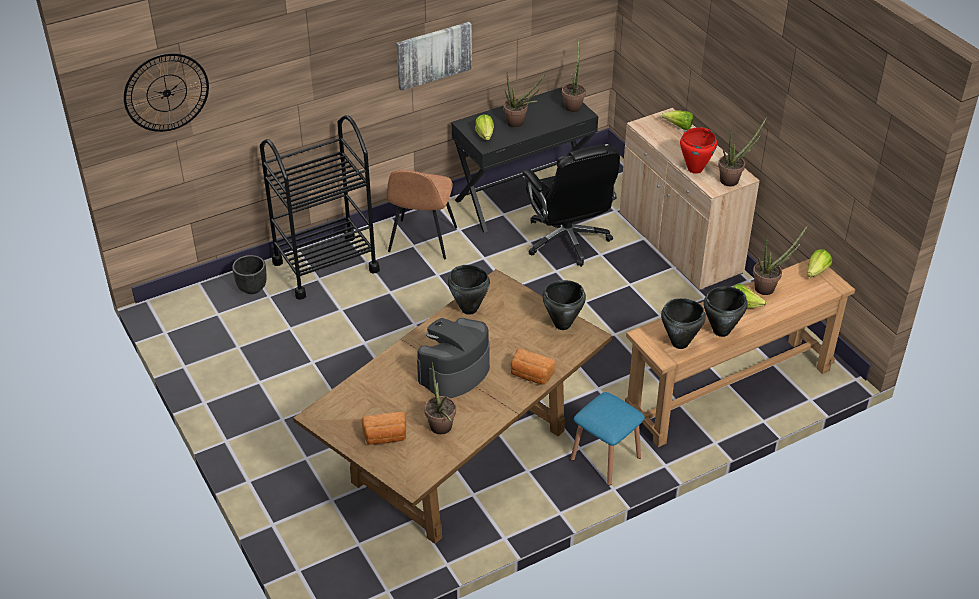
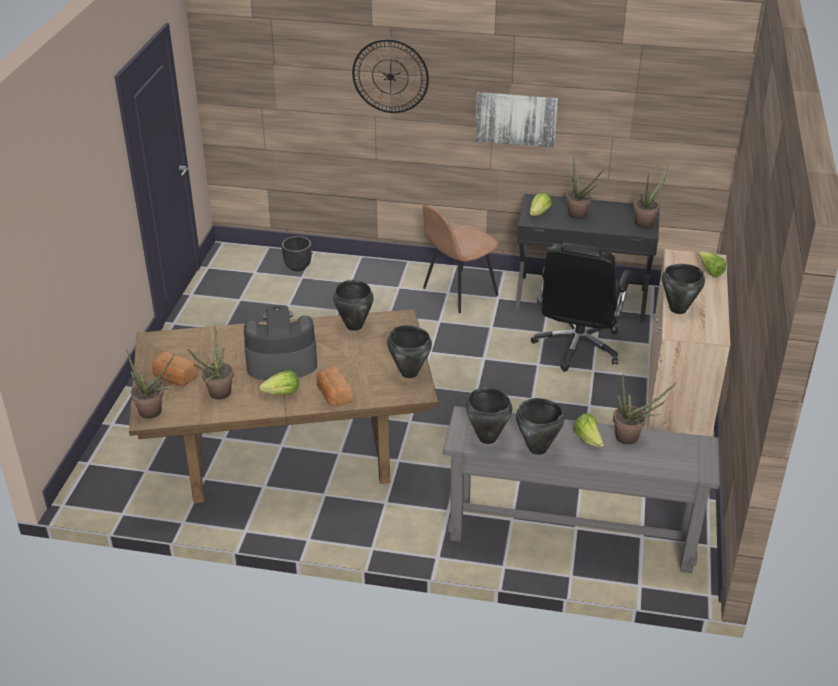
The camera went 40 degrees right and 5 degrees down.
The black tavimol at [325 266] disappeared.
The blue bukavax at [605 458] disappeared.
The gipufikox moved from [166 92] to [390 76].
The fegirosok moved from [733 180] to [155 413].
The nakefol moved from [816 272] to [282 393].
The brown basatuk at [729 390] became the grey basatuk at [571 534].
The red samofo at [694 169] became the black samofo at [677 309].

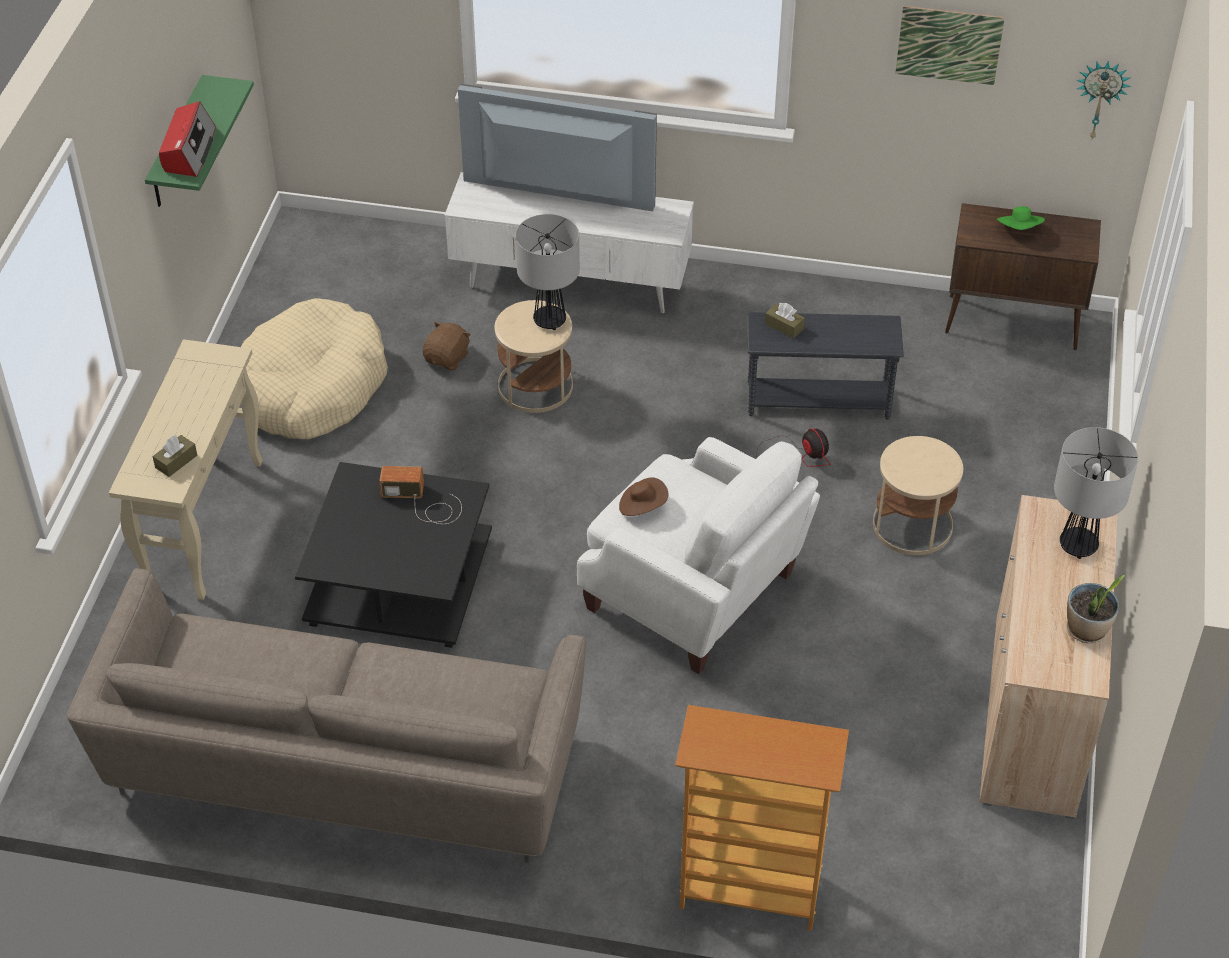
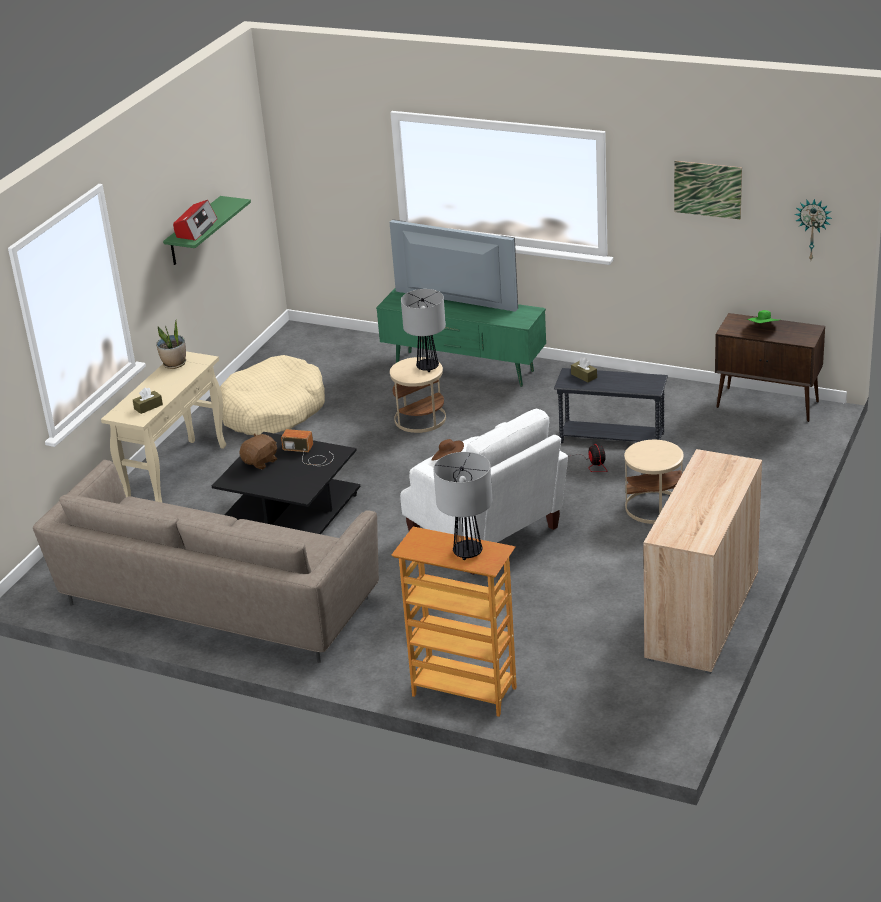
The camera went 15 degrees right and 15 degrees down.
The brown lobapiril moved from [447 358] to [261 462].
The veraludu moved from [1078 545] to [468 552].
The fegirosok moved from [1087 630] to [174 364].
The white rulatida at [570 286] became the green rulatida at [464 369].

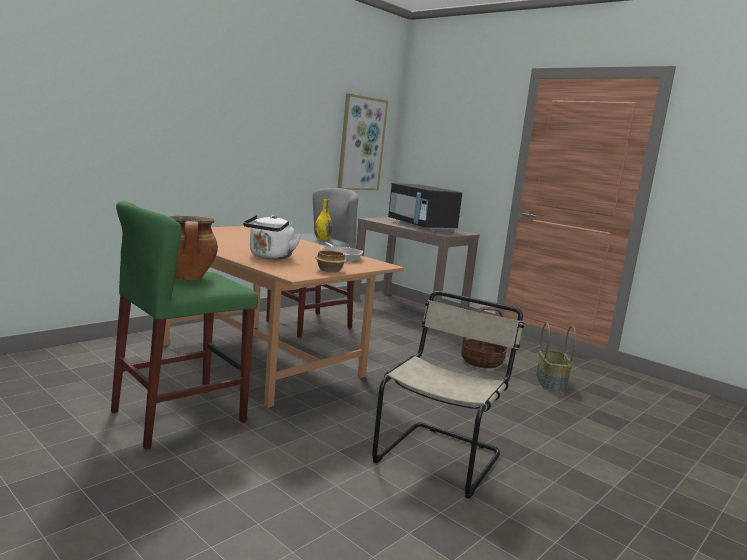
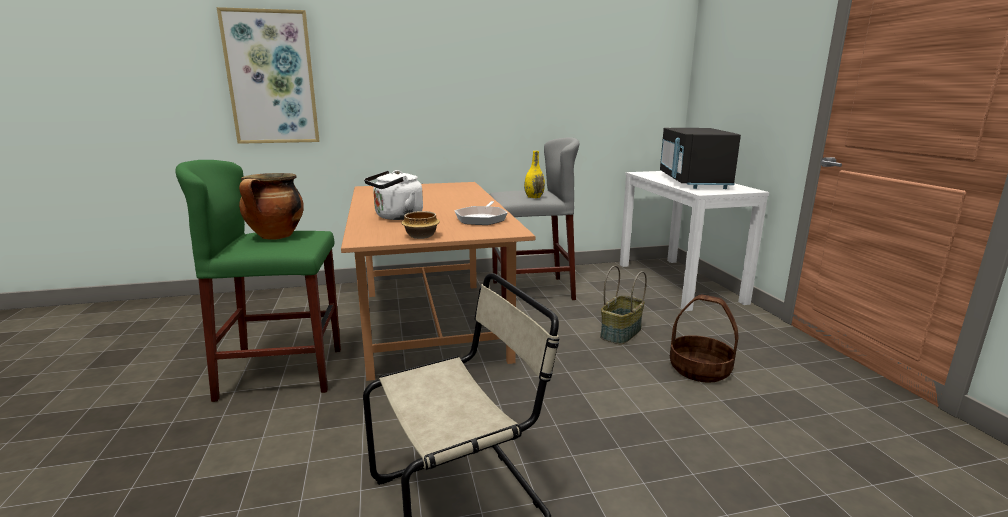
The camera went 35 degrees right and 5 degrees up.
The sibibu moved from [361 144] to [271 78].
The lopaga moved from [551 382] to [621 333].
The brown basatuk at [408 308] became the white basatuk at [678 282].

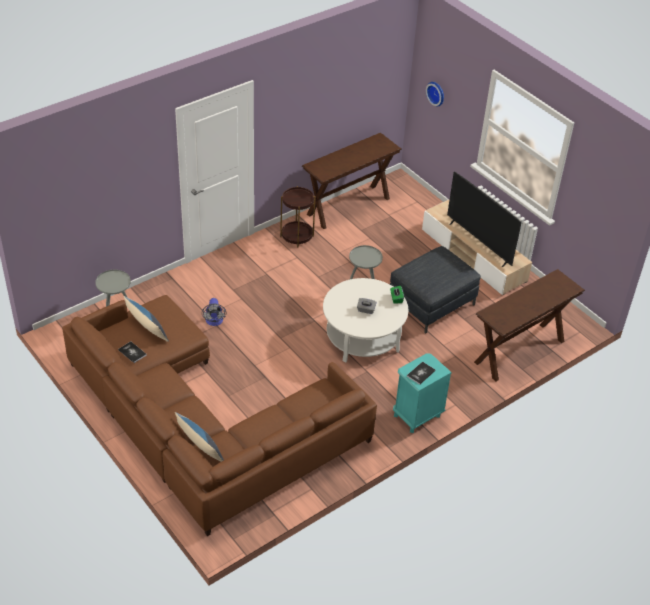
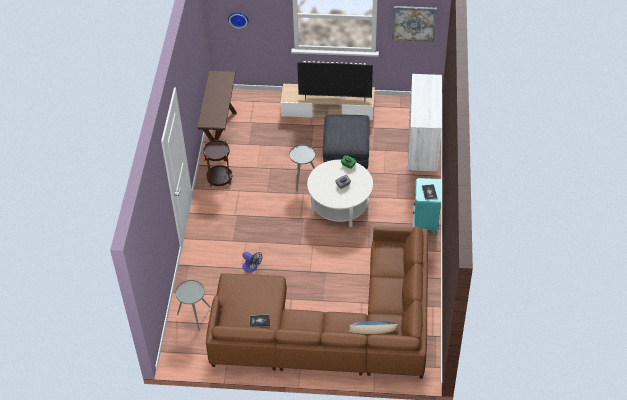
The camera went 45 degrees left and 5 degrees up.
The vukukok at [146 328] disappeared.
The sibibu at [414 23] appeared.
The brown basatuk at [519 351] was replaced by the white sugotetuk at [422 144].

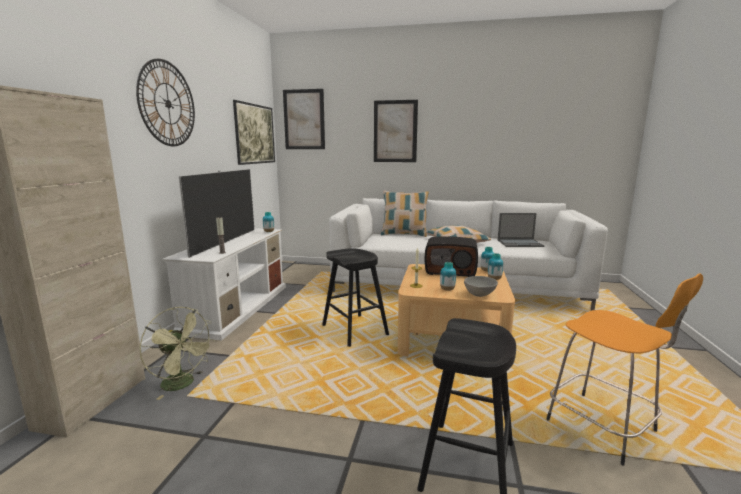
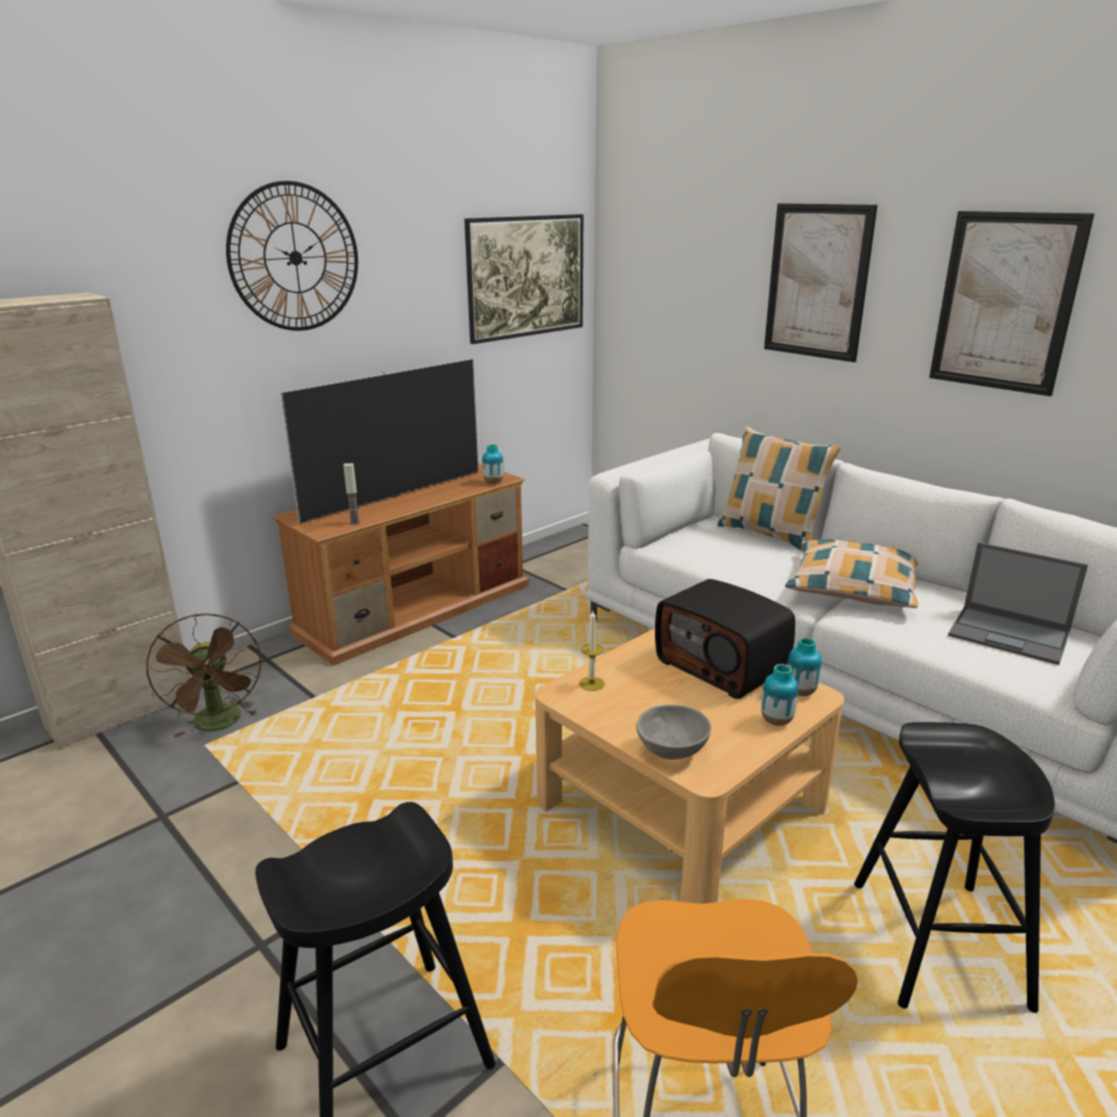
The camera went 35 degrees right and 10 degrees up.
The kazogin at [447 290] disappeared.
The sibibu moved from [304 119] to [1005 302].
The black bukavax moved from [354 330] to [937 943].
The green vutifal at [183 384] became the brown vutifal at [220 724].
The white rulatida at [237 307] became the brown rulatida at [416 607].

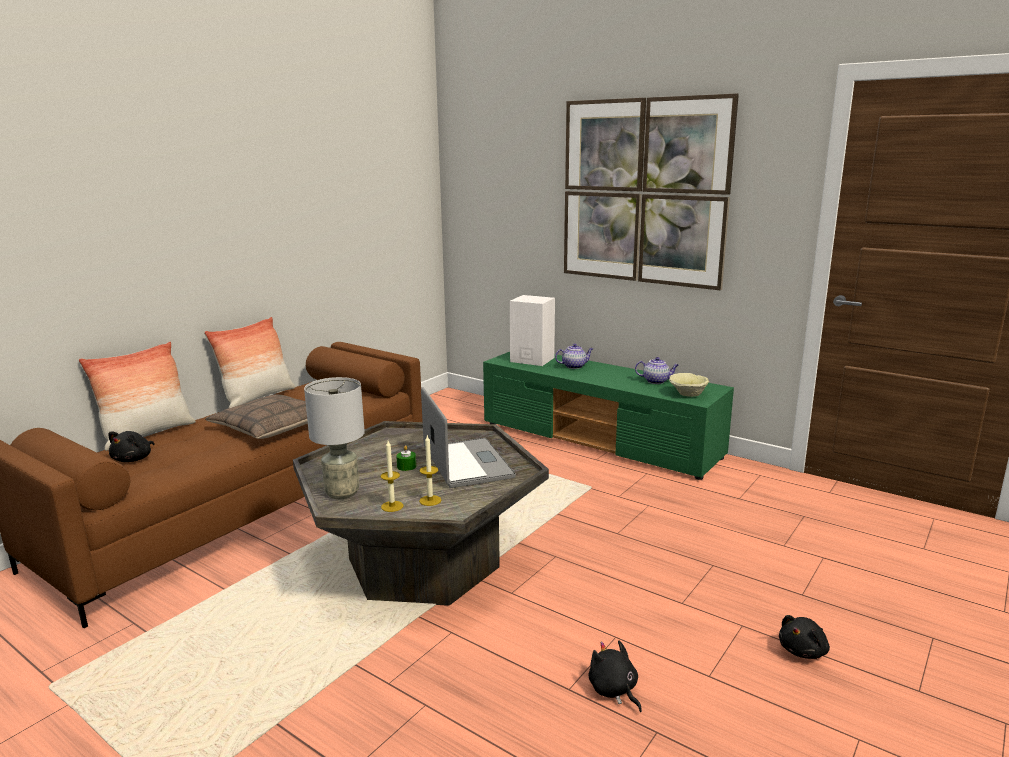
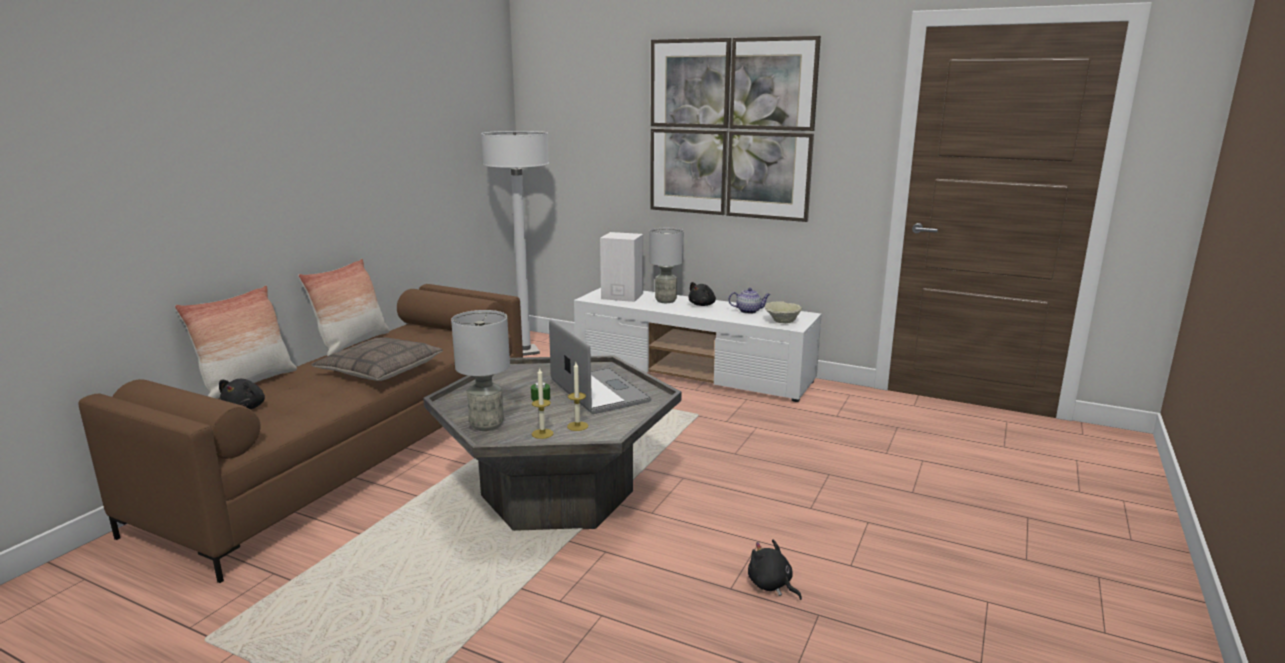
The camera went 10 degrees left and 0 degrees up.
The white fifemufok at [525 351] appeared.
The black lobapiril moved from [803 651] to [703 305].
The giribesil at [574 366] was replaced by the grey veraludu at [666 301].
The green rulatida at [600 440] became the white rulatida at [694 372].

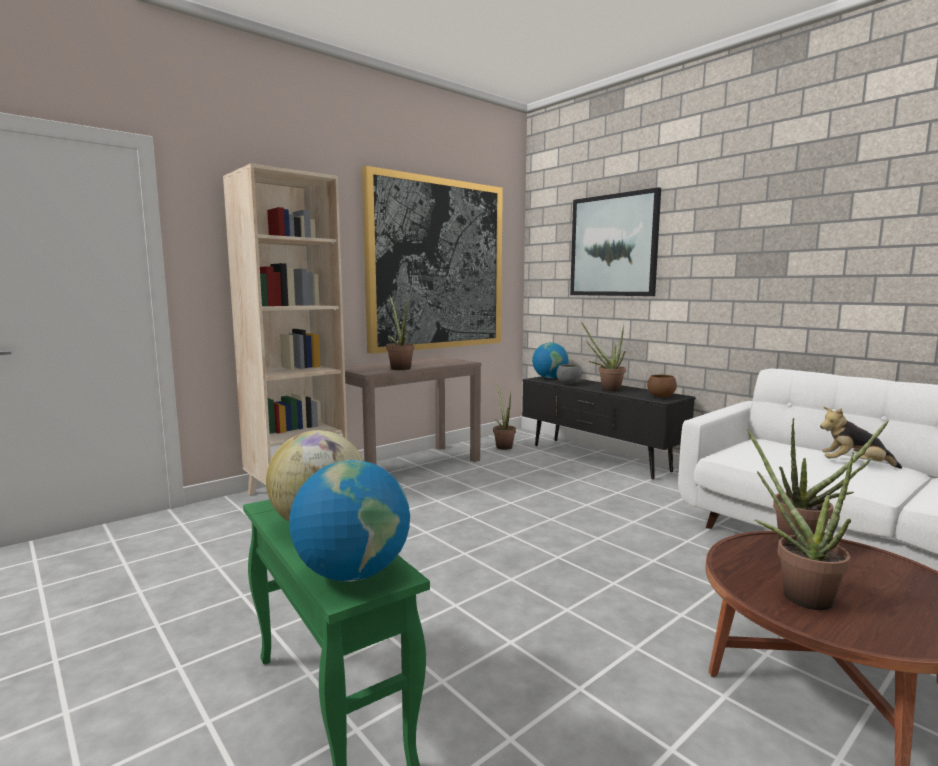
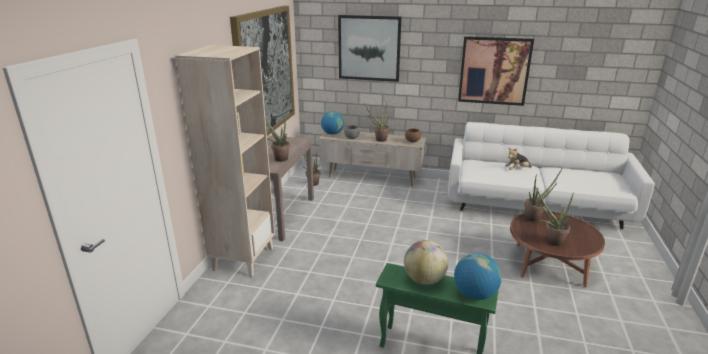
The camera went 35 degrees left and 15 degrees up.
The sibibu at [494 71] appeared.
The black rulatida at [598 458] became the beige rulatida at [371 178].

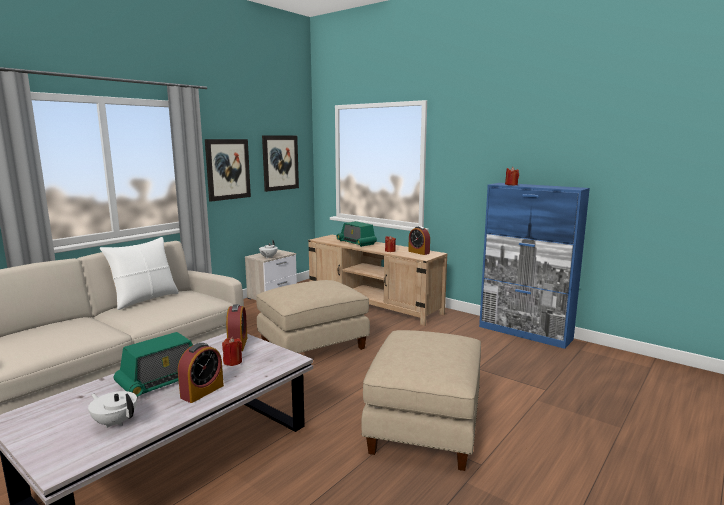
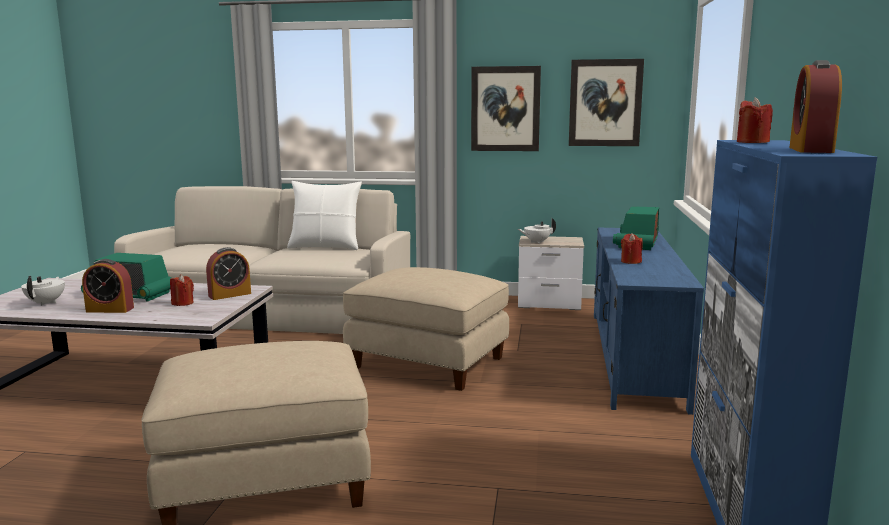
The camera went 60 degrees right and 0 degrees up.
The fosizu moved from [419 252] to [810 150].
The beige rulatida at [373 304] became the blue rulatida at [634 357].

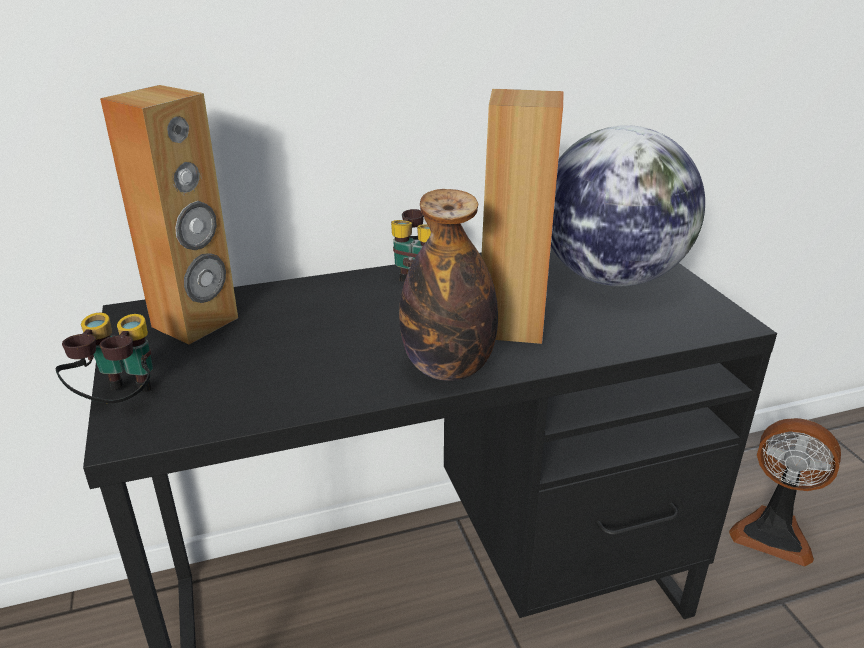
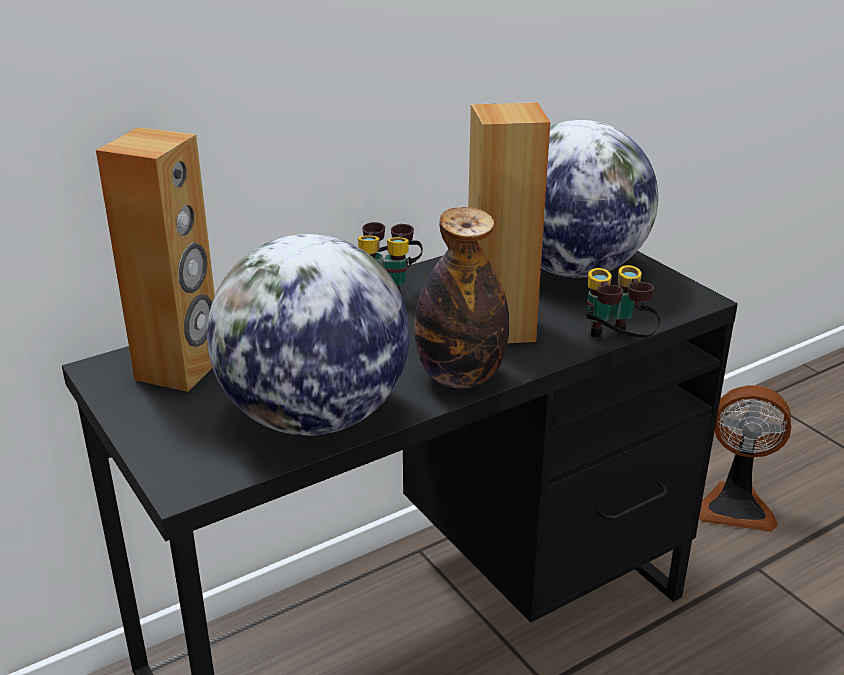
The camera went 15 degrees left and 0 degrees up.
The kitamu at [314 417] appeared.
The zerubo moved from [120 403] to [615 344].

